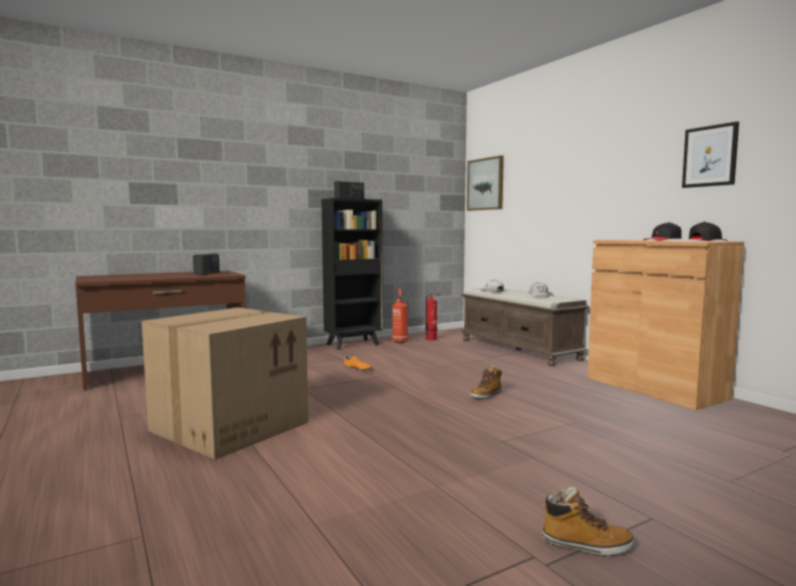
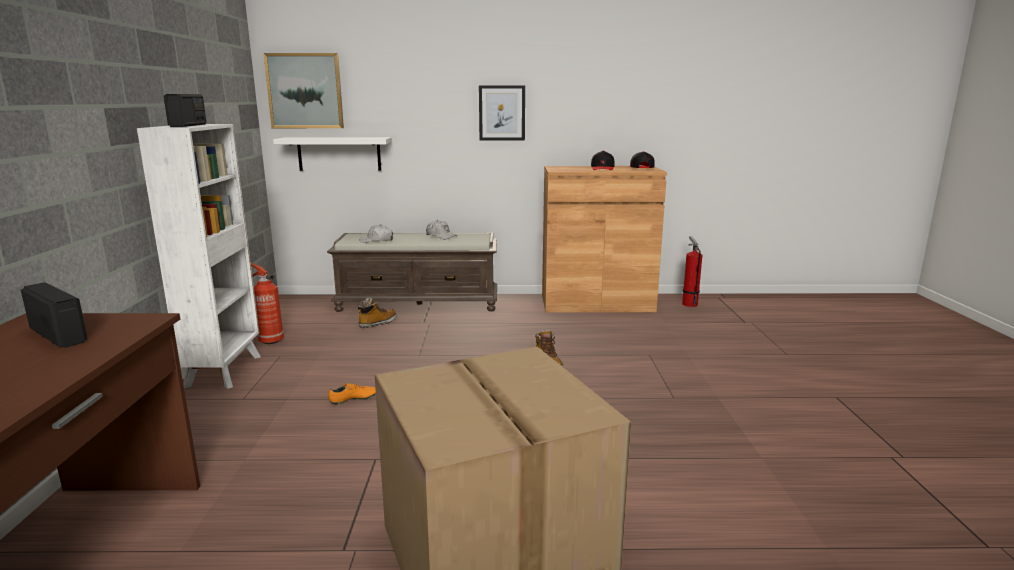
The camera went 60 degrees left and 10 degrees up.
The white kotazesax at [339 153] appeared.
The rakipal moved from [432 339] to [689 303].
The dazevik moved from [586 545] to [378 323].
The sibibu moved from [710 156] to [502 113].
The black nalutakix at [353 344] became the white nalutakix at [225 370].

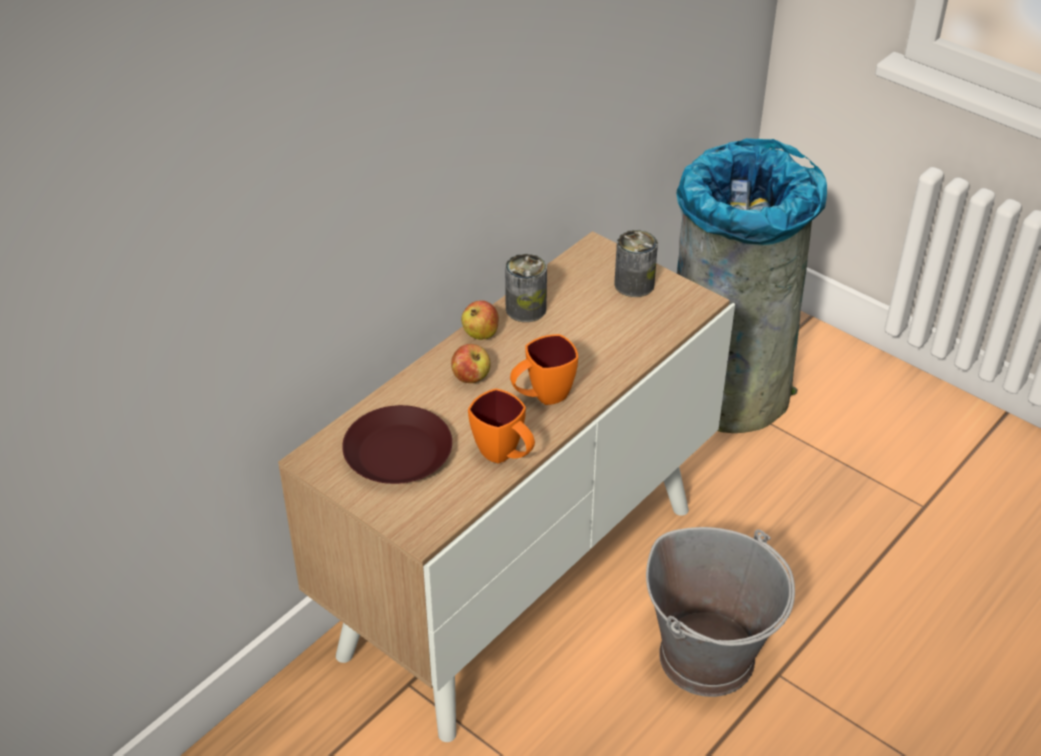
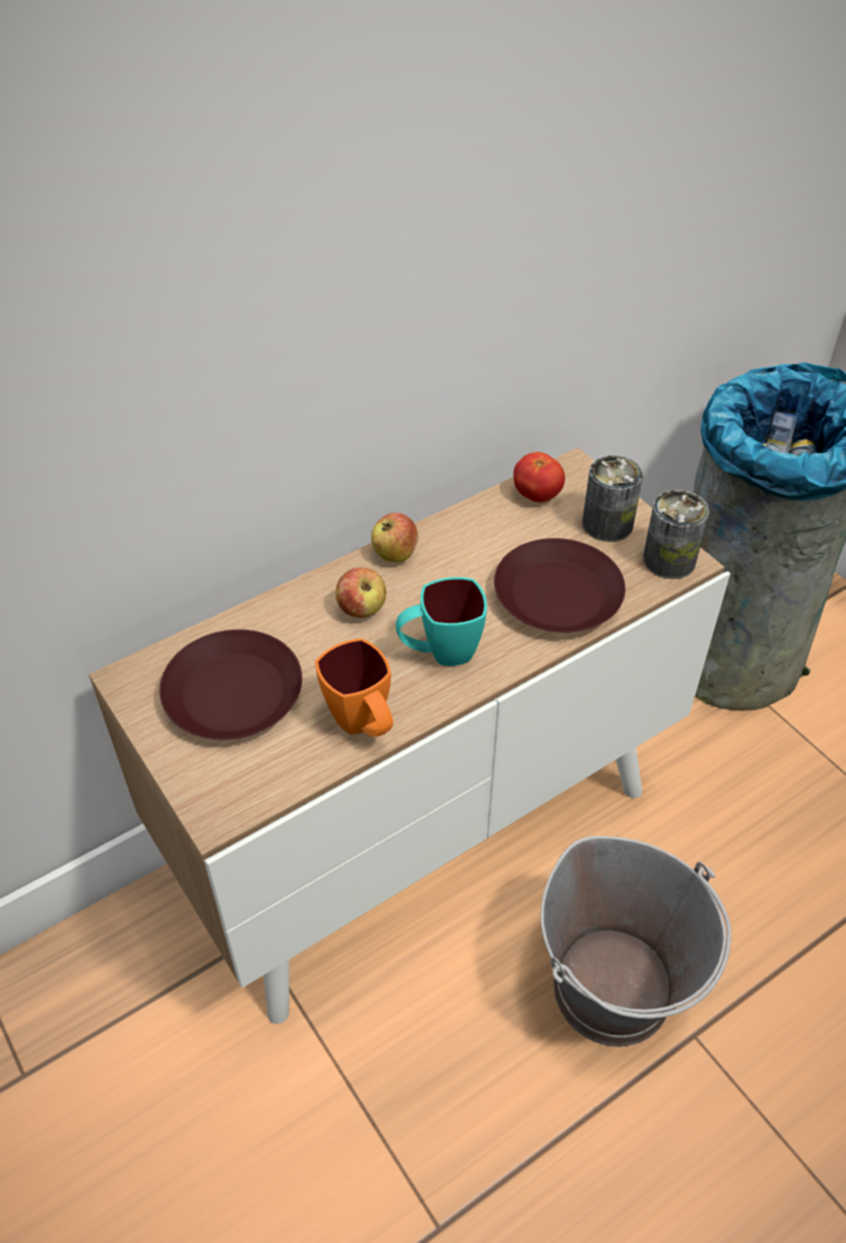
The camera went 15 degrees right and 5 degrees up.
The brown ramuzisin at [557 596] appeared.
The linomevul at [537 495] appeared.
The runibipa moved from [526 309] to [669 560].
The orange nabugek at [542 397] became the turquoise nabugek at [439 653].

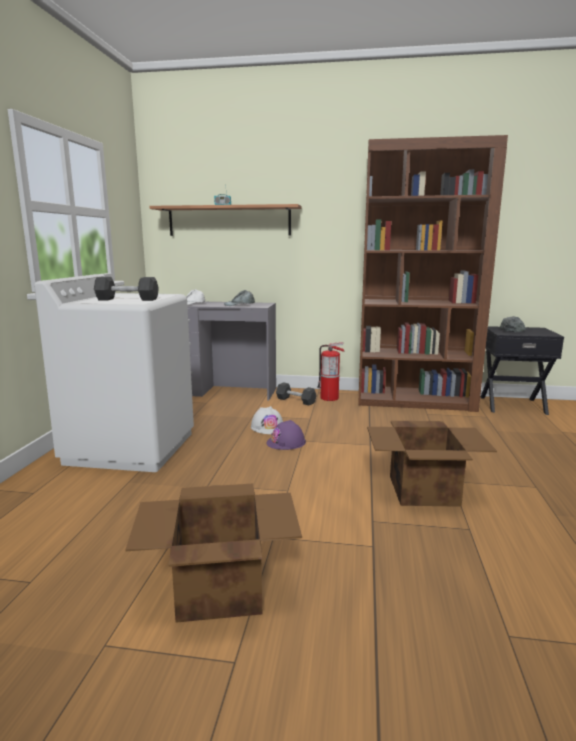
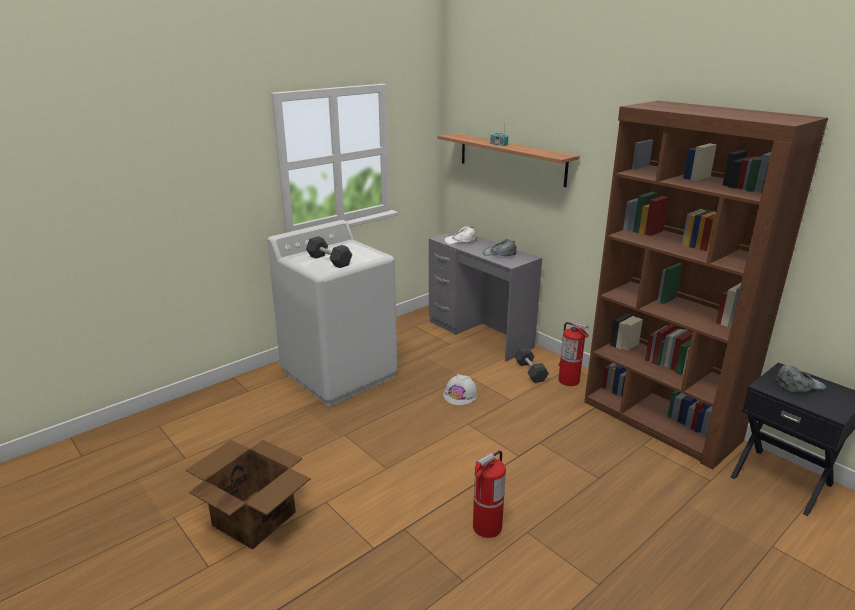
The camera went 40 degrees right and 10 degrees up.
The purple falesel at [286 442] disappeared.
The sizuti at [424 490] was replaced by the rakipal at [487 527].

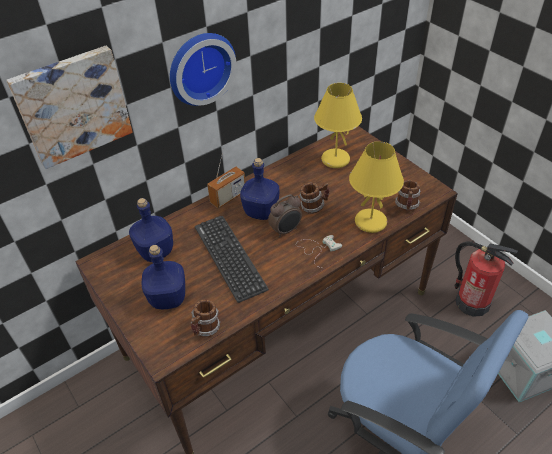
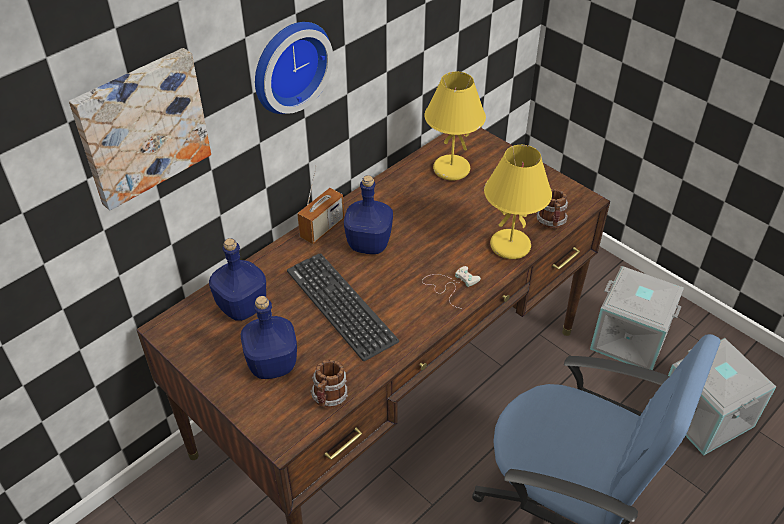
The camera went 10 degrees left and 0 degrees up.
The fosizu at [286 230] disappeared.
The nabugek at [313 207] disappeared.
The rakipal at [471 302] was replaced by the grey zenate at [630 338].

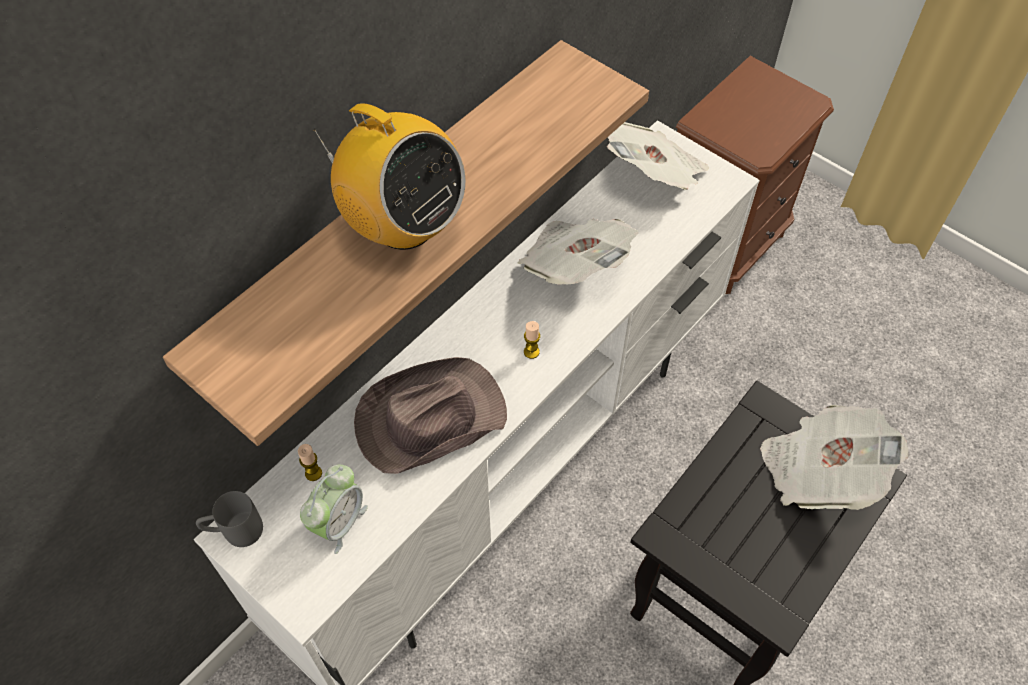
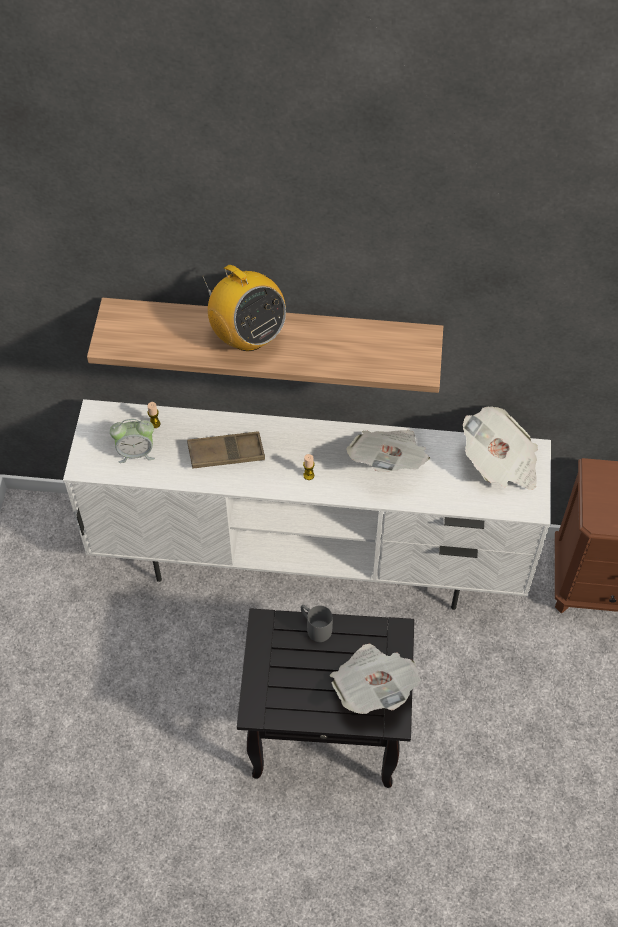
The camera went 55 degrees right and 0 degrees up.
The grey nabugek moved from [234 531] to [315 627].
The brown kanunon at [428 419] was replaced by the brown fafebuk at [226 453].
The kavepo at [403 226] turned 45 degrees counterclockwise.

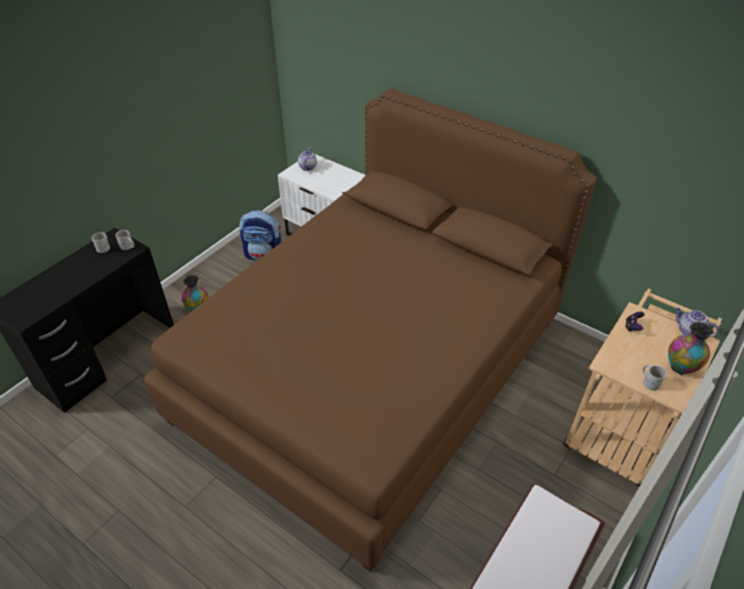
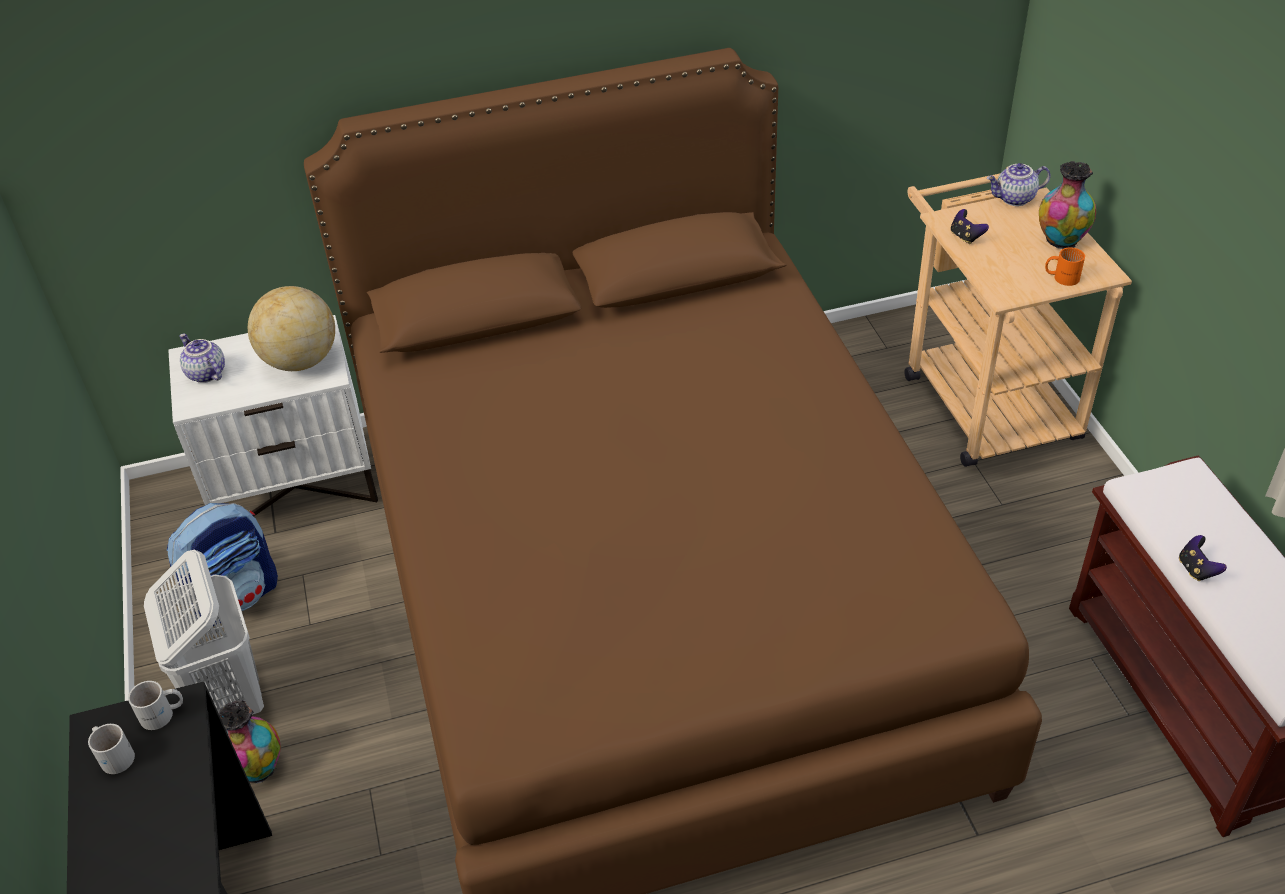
The camera went 50 degrees left and 0 degrees up.
The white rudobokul at [229 699] appeared.
The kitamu at [300 361] appeared.
The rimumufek at [1196 569] appeared.
The white nabugek at [649 381] became the orange nabugek at [1061 276].

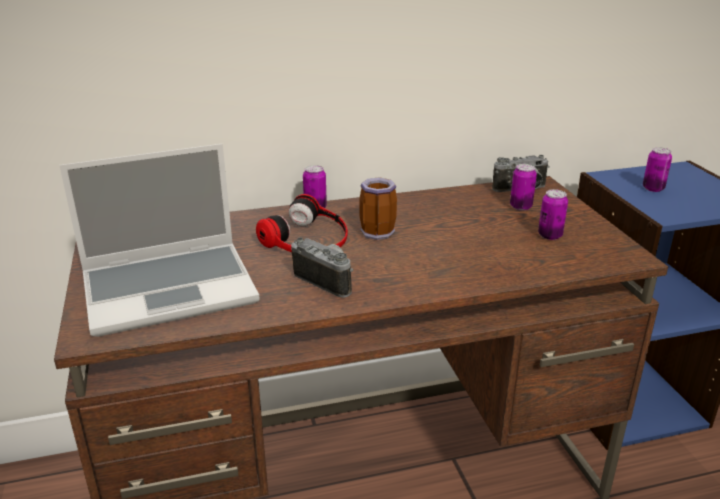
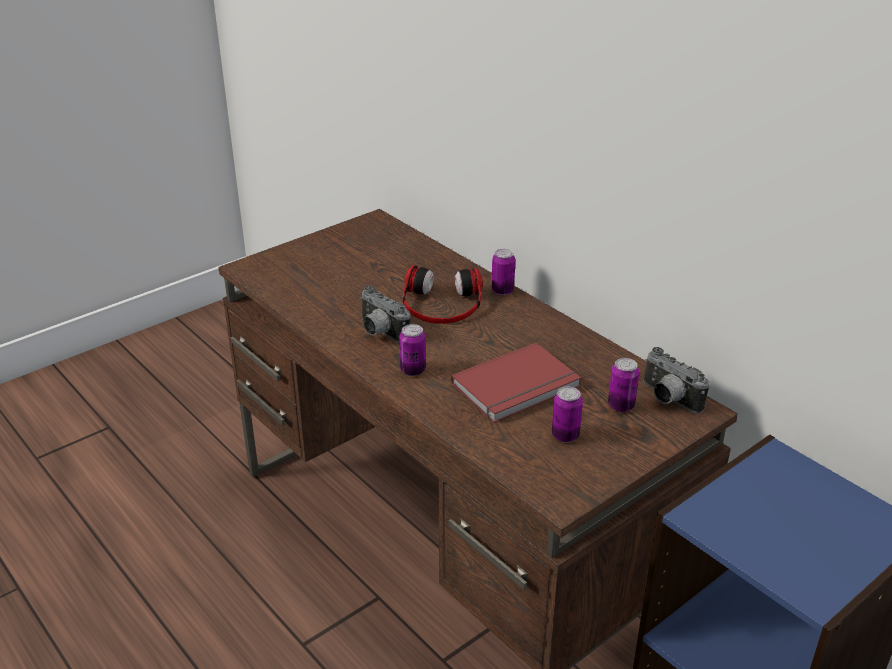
The camera went 65 degrees right and 5 degrees up.
The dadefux at [171 288] disappeared.
The nabugek at [376 231] disappeared.
The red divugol at [518 387] appeared.
The runibipa moved from [653 188] to [413 370].
The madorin at [328 280] turned 120 degrees clockwise.

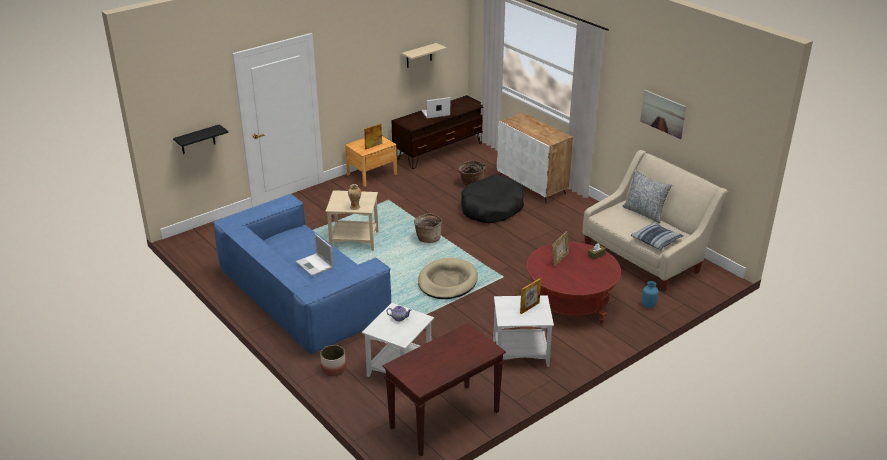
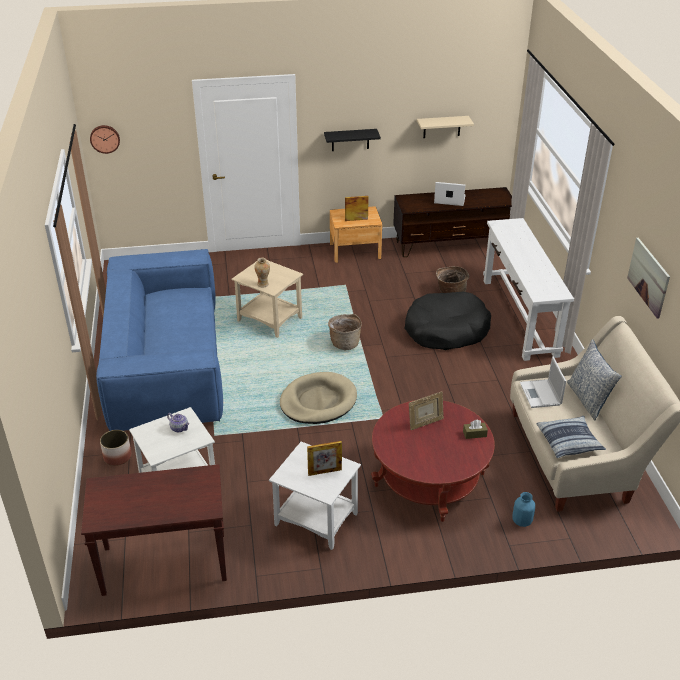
The camera went 30 degrees right and 5 degrees up.
The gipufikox at [105 138] appeared.
The black kotazesax moved from [197 140] to [350 140].
The dadefux moved from [315 265] to [540 394].
The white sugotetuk at [532 185] was replaced by the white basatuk at [519 317].

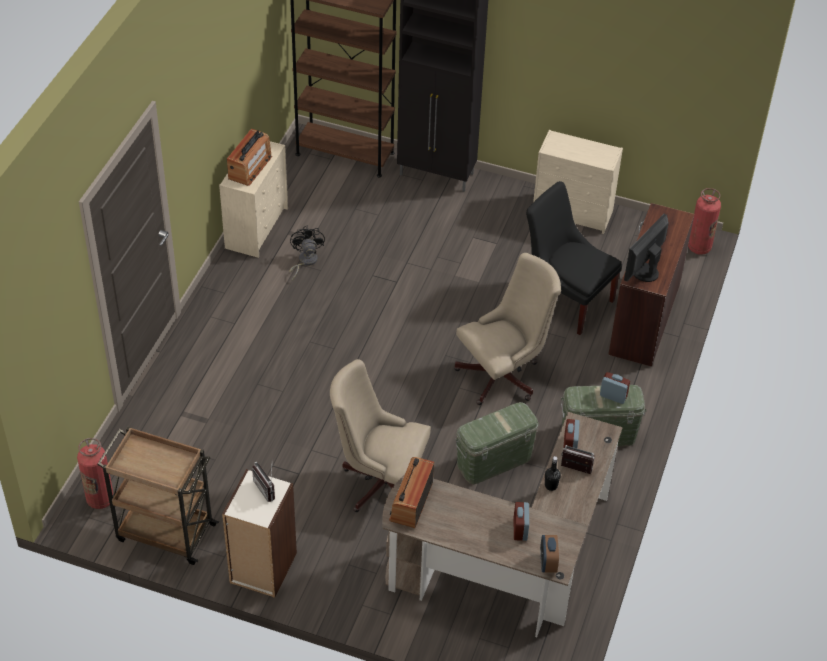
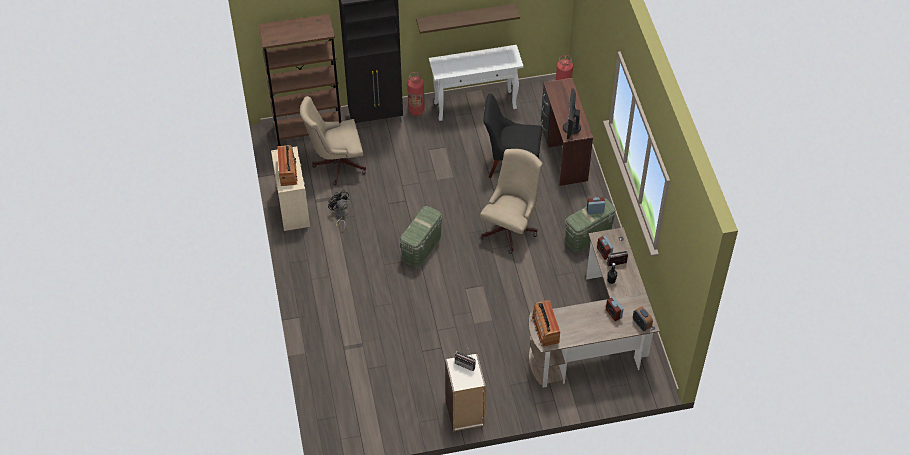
The camera went 30 degrees left and 5 degrees up.
The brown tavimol at [164 532] disappeared.
The kotazesax at [466 18] appeared.
The rakipal moved from [100 499] to [416 111].
The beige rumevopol moved from [380 481] to [336 164].
The green zenate moved from [494 461] to [421 248].
The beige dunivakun at [573 213] was replaced by the white basatuk at [475 105].

